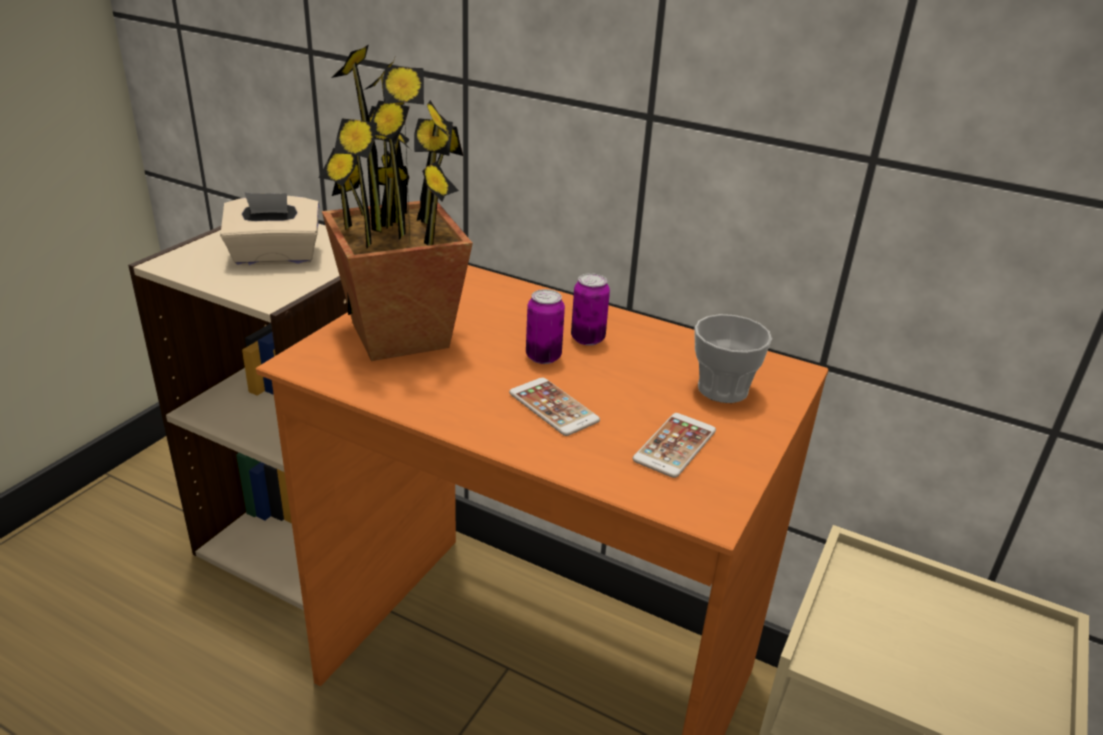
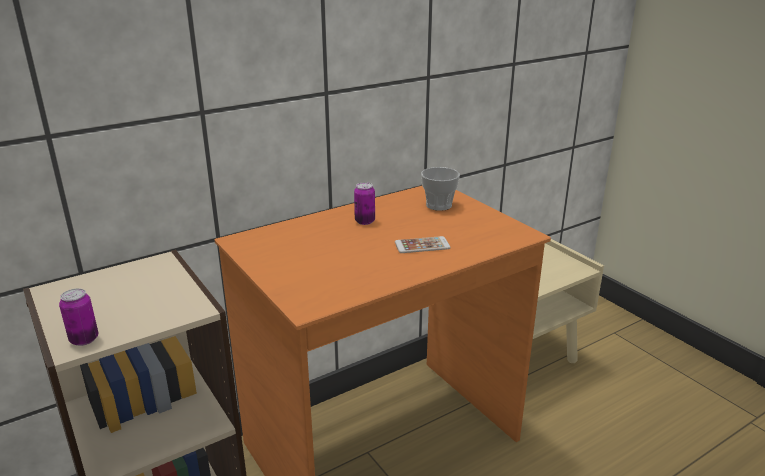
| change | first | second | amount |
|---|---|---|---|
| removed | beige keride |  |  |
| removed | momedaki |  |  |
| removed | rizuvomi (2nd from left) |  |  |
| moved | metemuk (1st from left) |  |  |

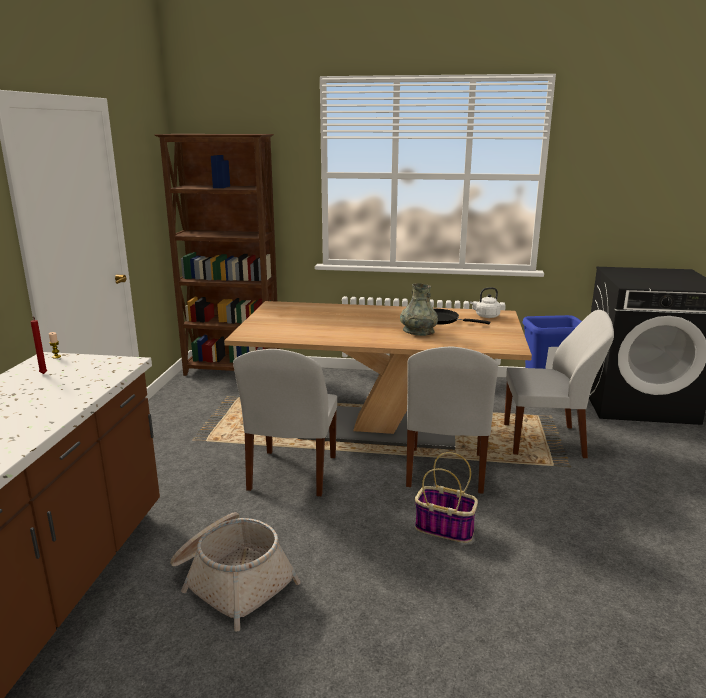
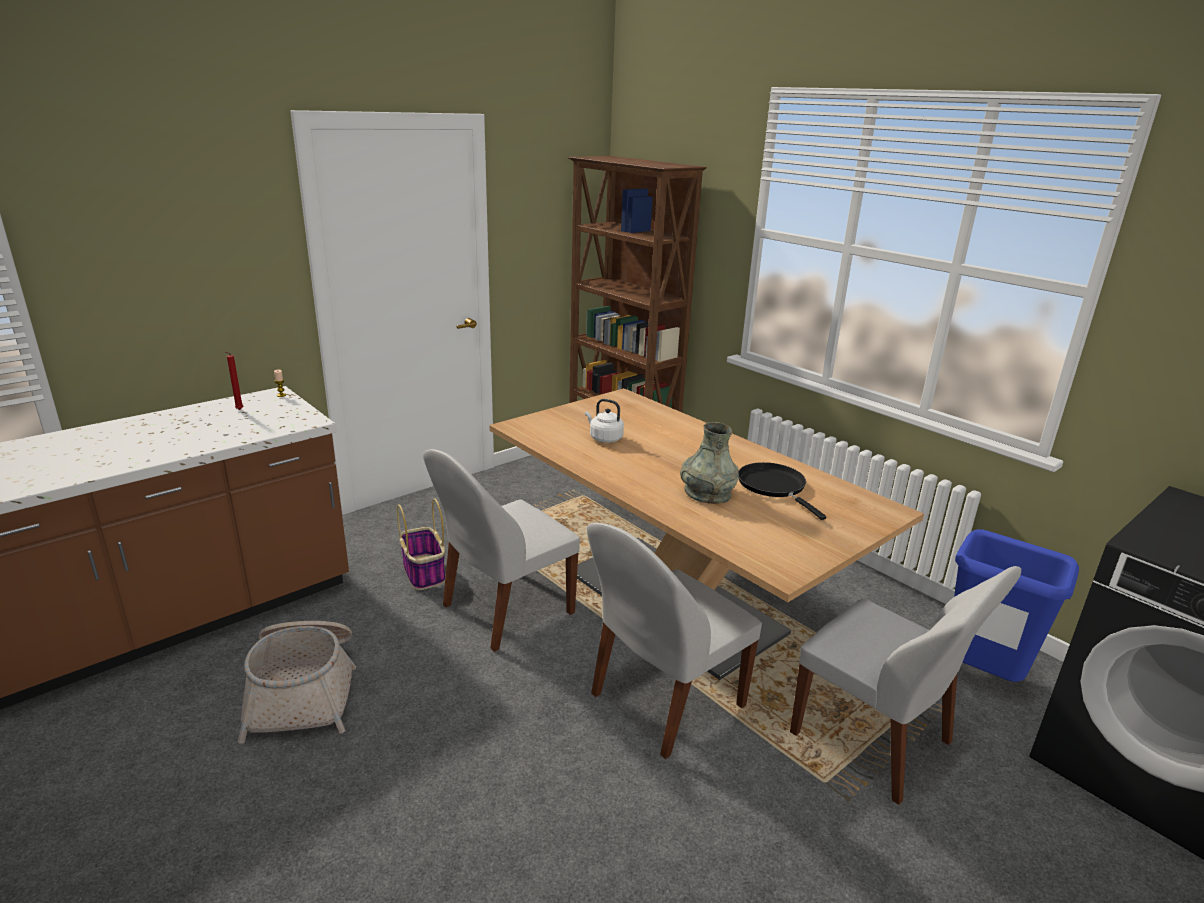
| change | first | second | amount |
|---|---|---|---|
| moved | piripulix (2nd from left) |  |  |
| moved | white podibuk |  |  |

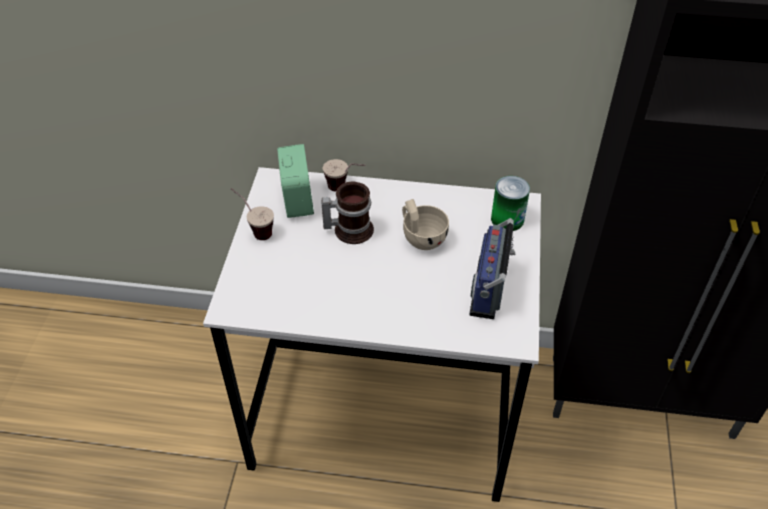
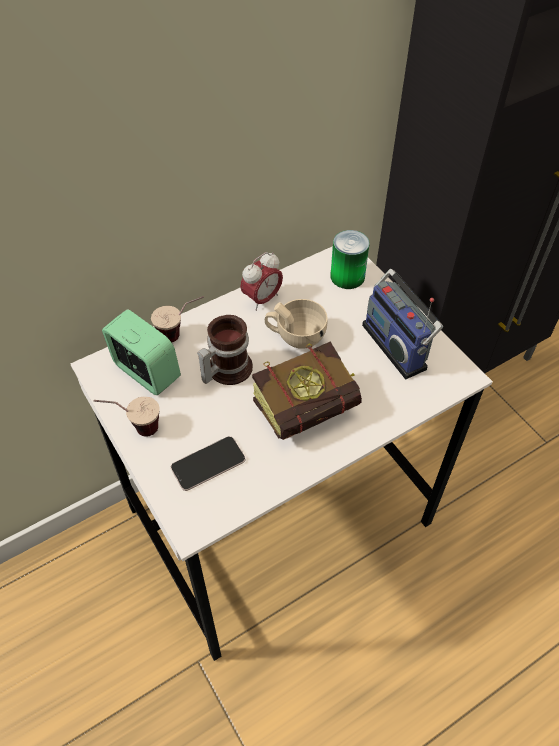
| change | first | second | amount |
|---|---|---|---|
| added |  | rizuvomi |  |
| added |  | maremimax (2nd from left) |  |
| added |  | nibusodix |  |

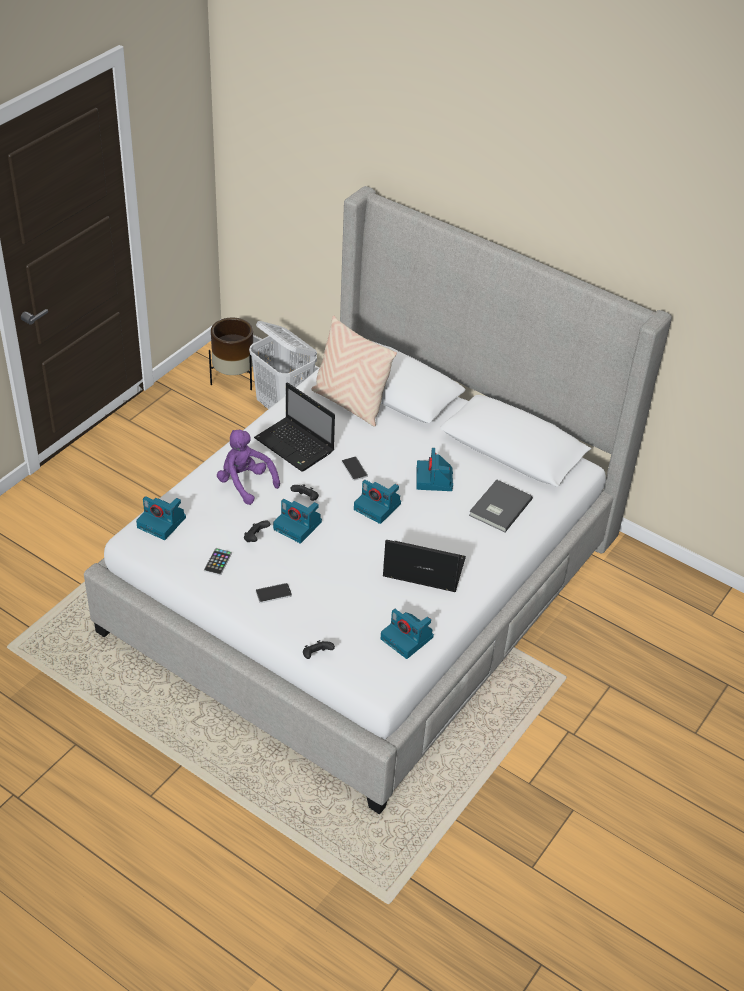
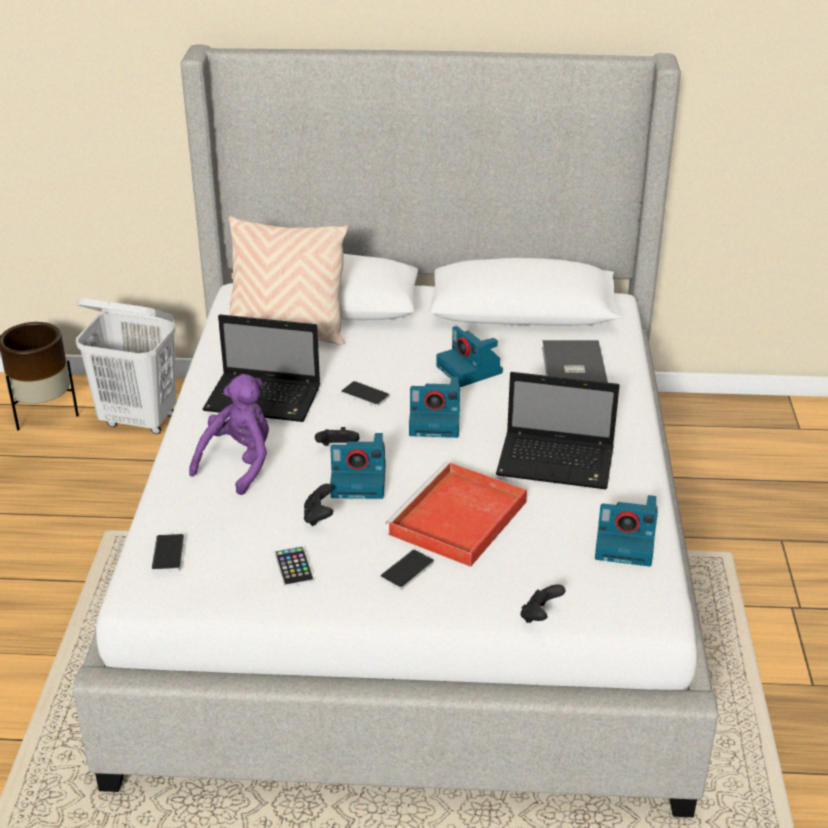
| change | first | second | amount |
|---|---|---|---|
| added |  | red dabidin |  |
| replaced | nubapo (1st from left) | rizuvomi (1st from left) |  |
| turned | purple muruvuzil |  | 105 degrees clockwise |
| turned | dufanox (2nd from left) |  | 150 degrees counterclockwise |

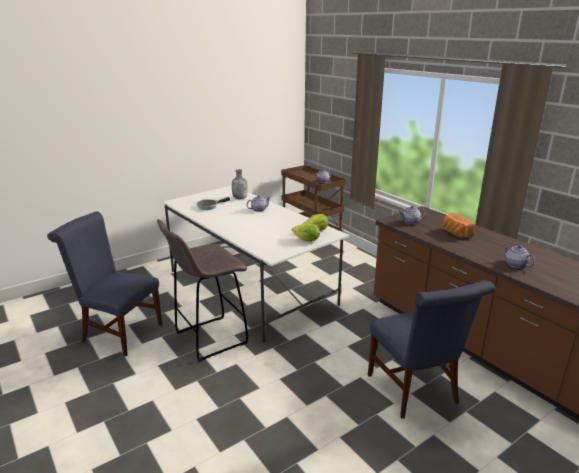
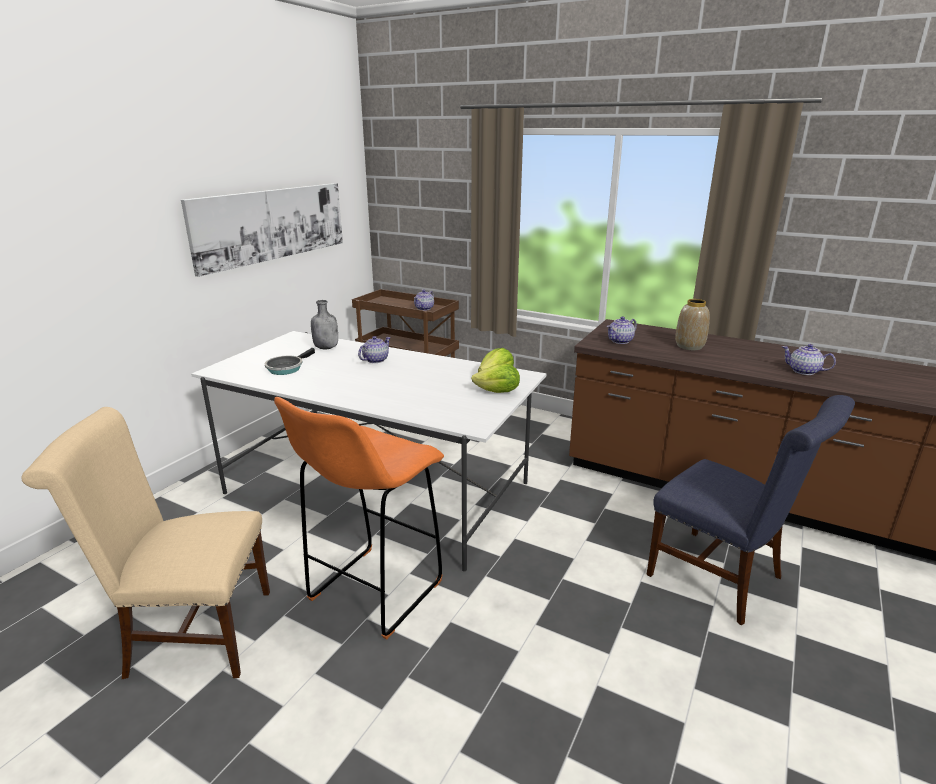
| change | first | second | amount |
|---|---|---|---|
| added |  | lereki |  |
| replaced | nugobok | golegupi |  |
| recoloured | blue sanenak (1st from left) | beige sanenak |  |
| recoloured | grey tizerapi | orange tizerapi |  |

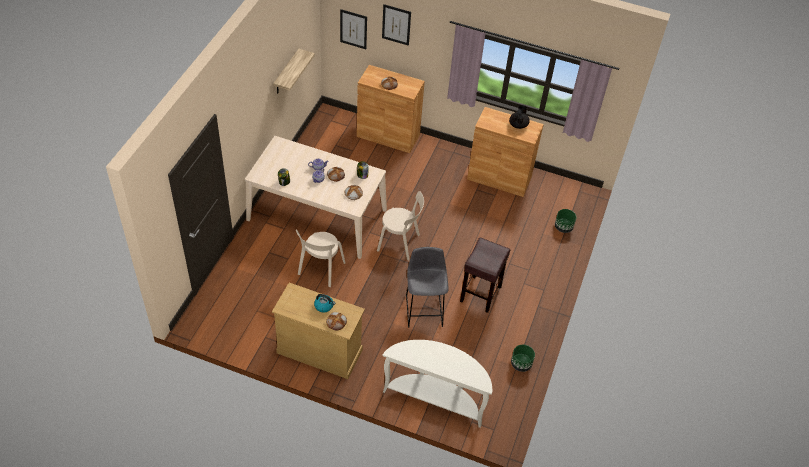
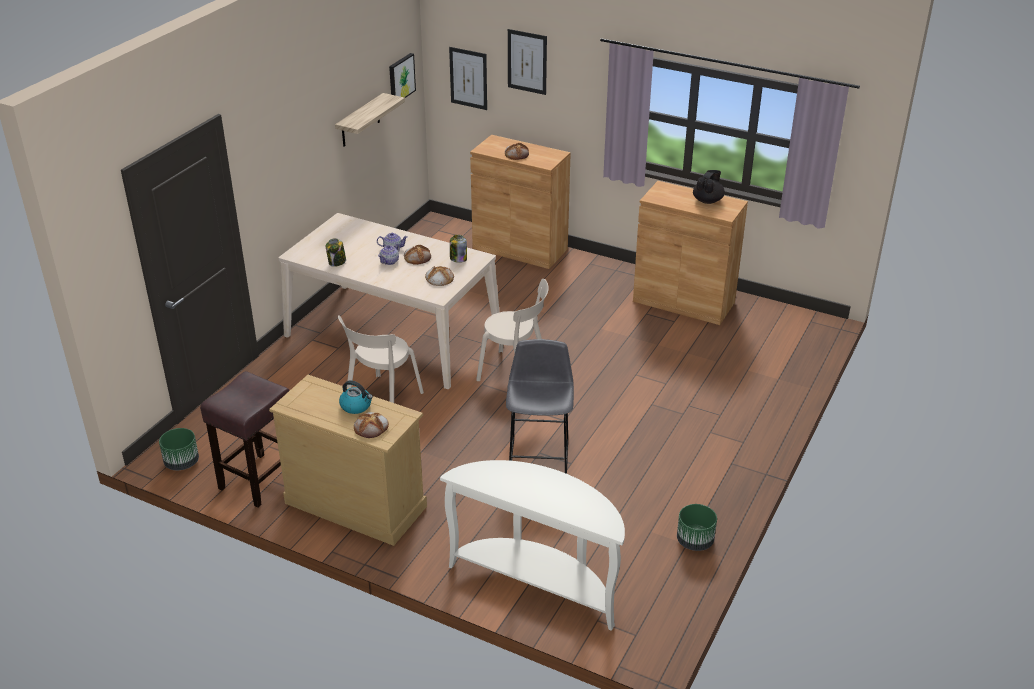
| change | first | second | amount |
|---|---|---|---|
| added |  | lereki (1st from left) |  |
| moved | brown tizerapi |  |  |
| moved | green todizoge (2nd from left in the first image) | green todizoge (1st from left) |  |

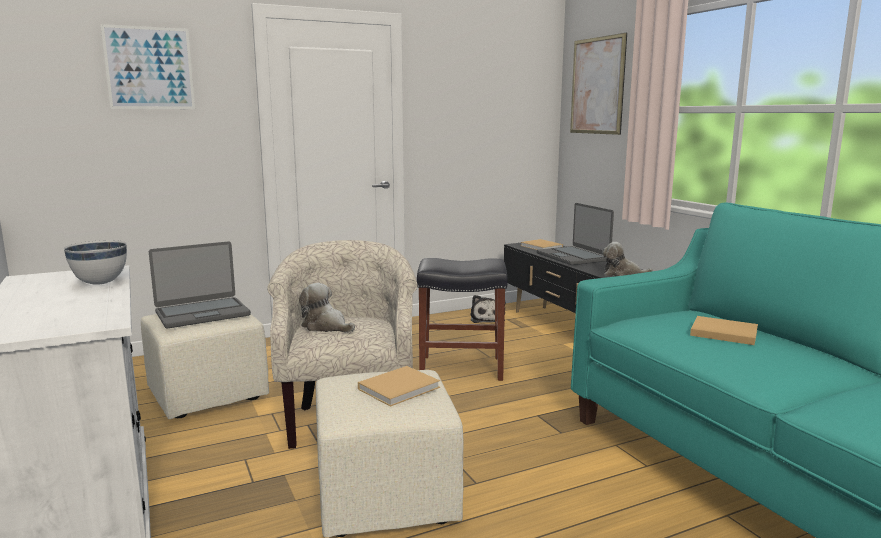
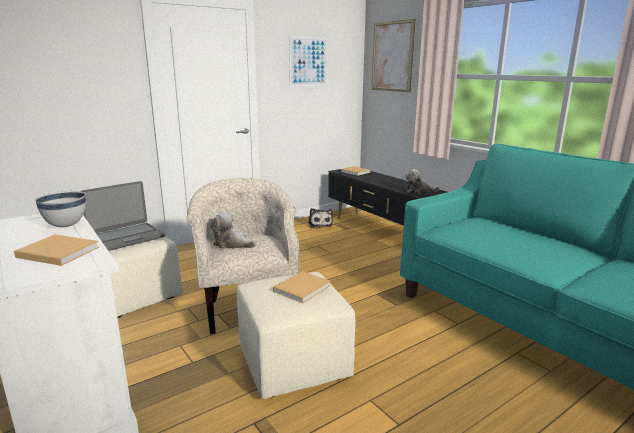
| change | first | second | amount |
|---|---|---|---|
| removed | black tizerapi |  |  |
| removed | dufanox (2nd from left) |  |  |
| moved | lereki (1st from left) |  |  |
| moved | beige nibusodix (3rd from left in the first image) | beige nibusodix (1st from left) |  |

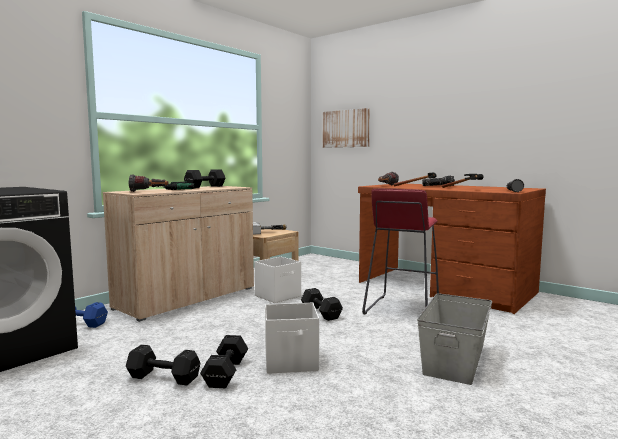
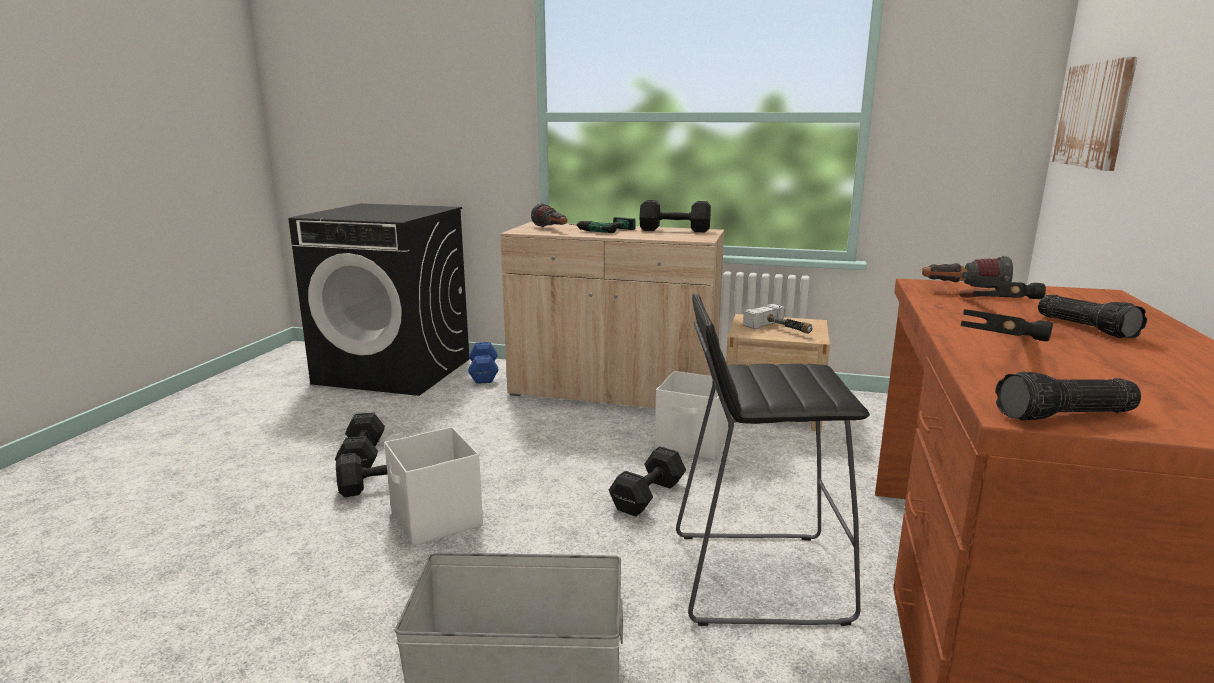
| change | first | second | amount |
|---|---|---|---|
| recoloured | red tizerapi | black tizerapi |  |

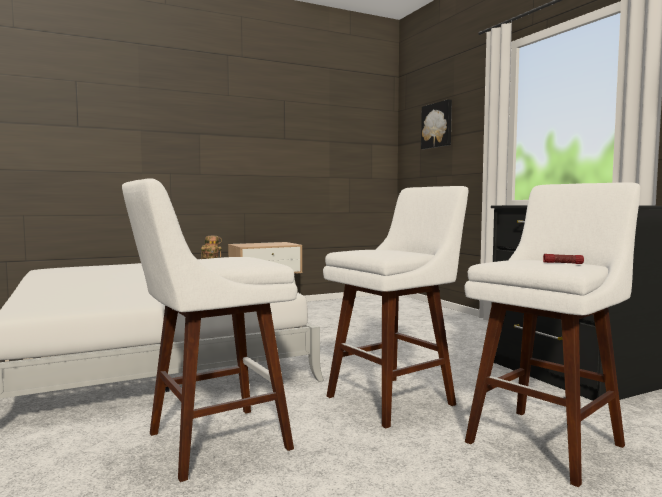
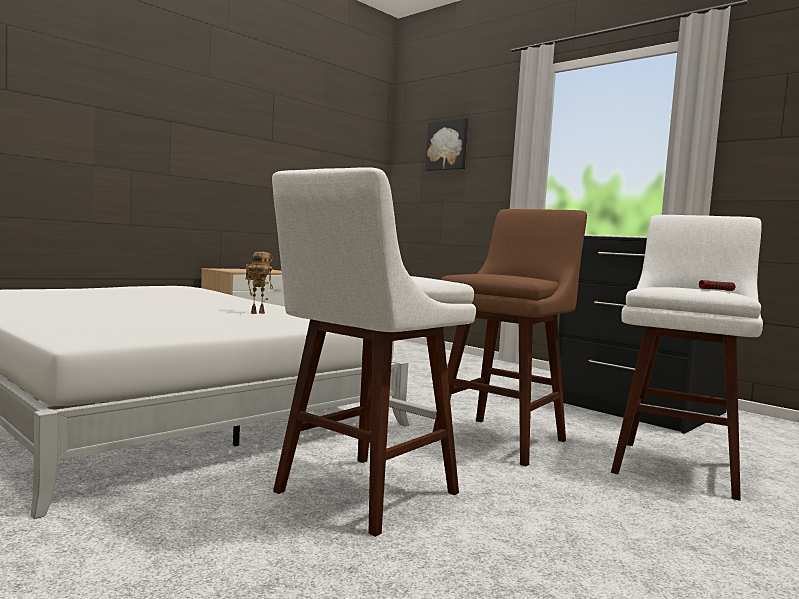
| change | first | second | amount |
|---|---|---|---|
| recoloured | white tizerapi (2nd from left) | brown tizerapi |  |

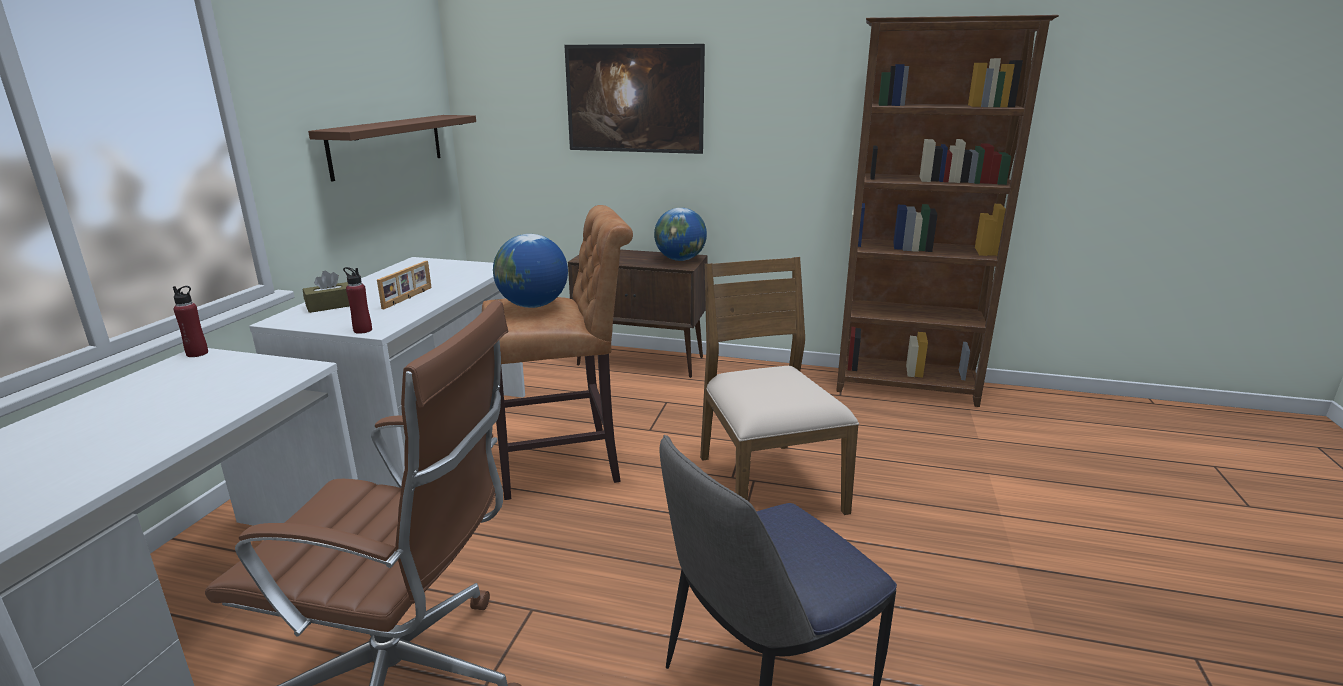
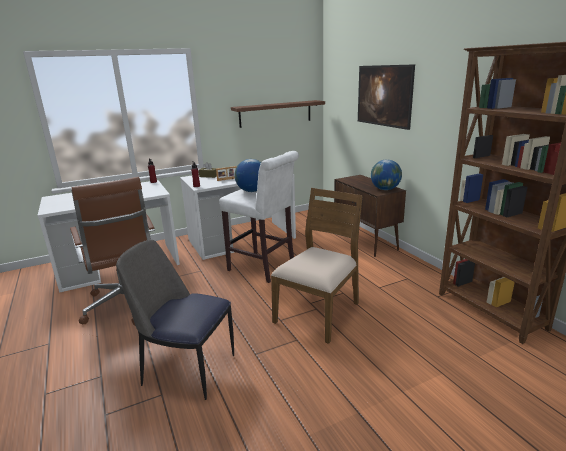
| change | first | second | amount |
|---|---|---|---|
| recoloured | brown tizerapi | white tizerapi |  |

